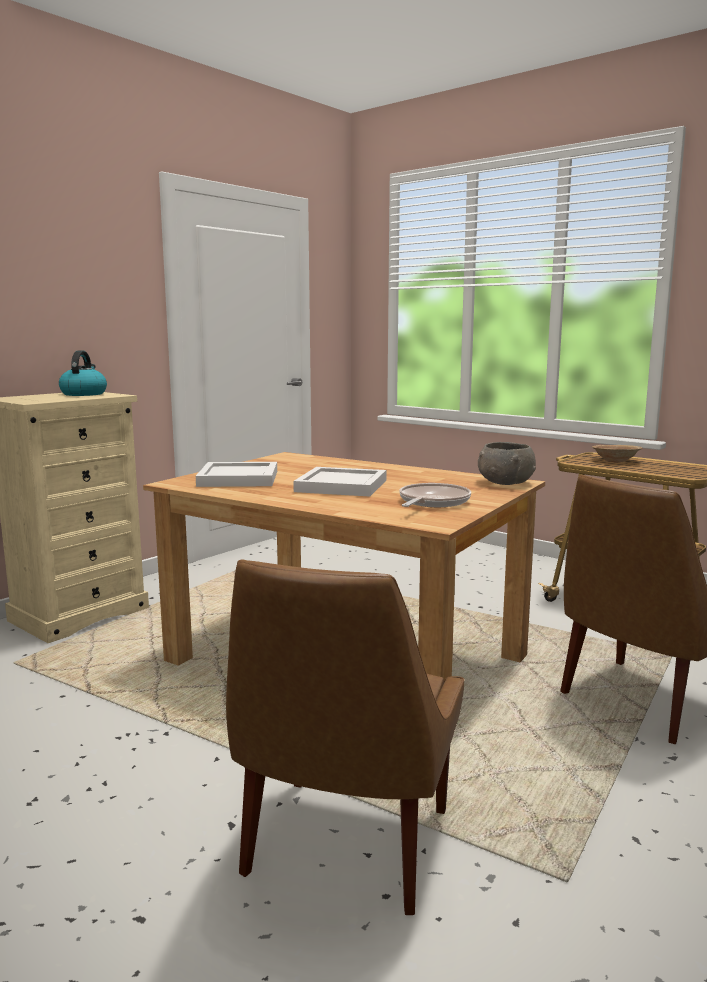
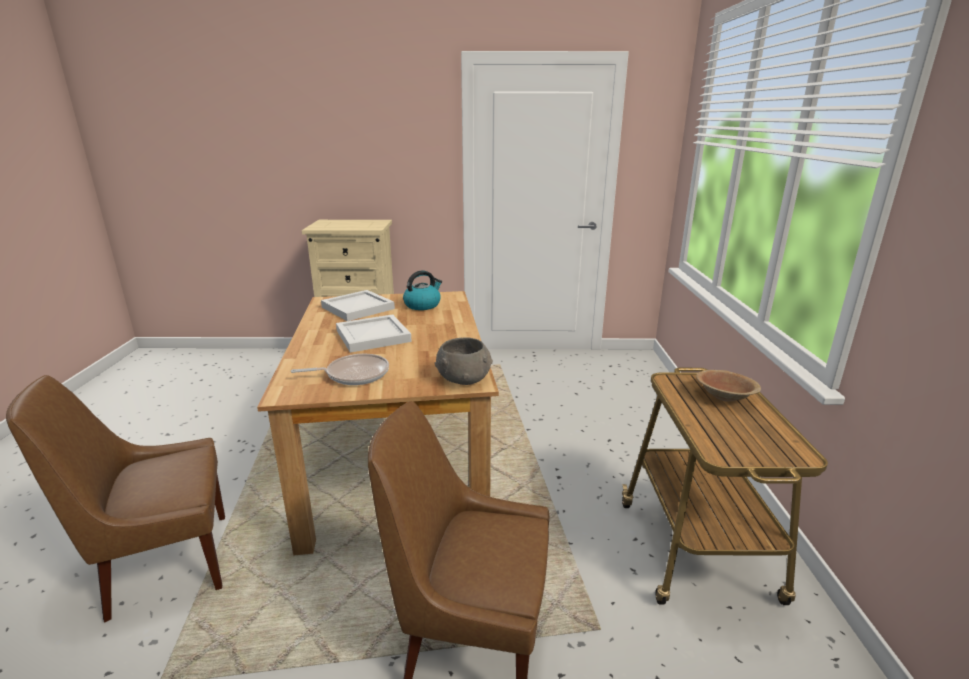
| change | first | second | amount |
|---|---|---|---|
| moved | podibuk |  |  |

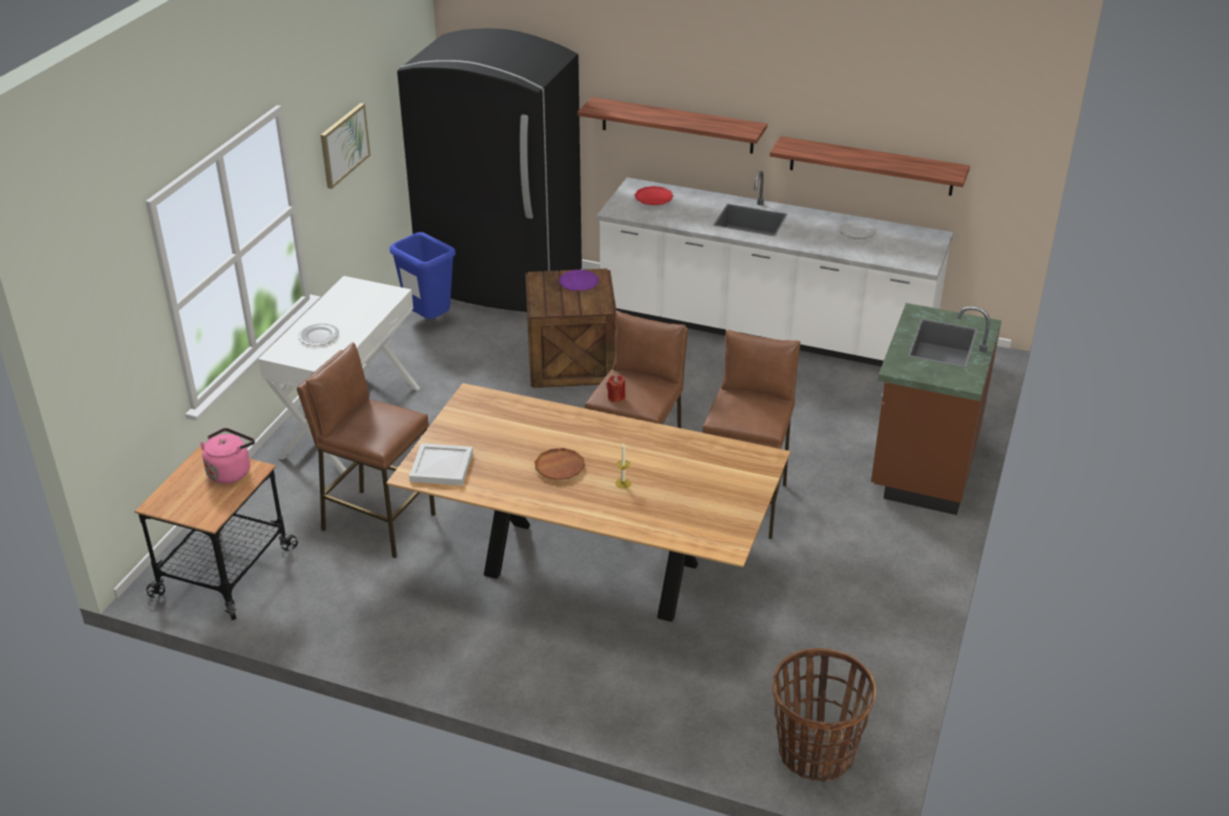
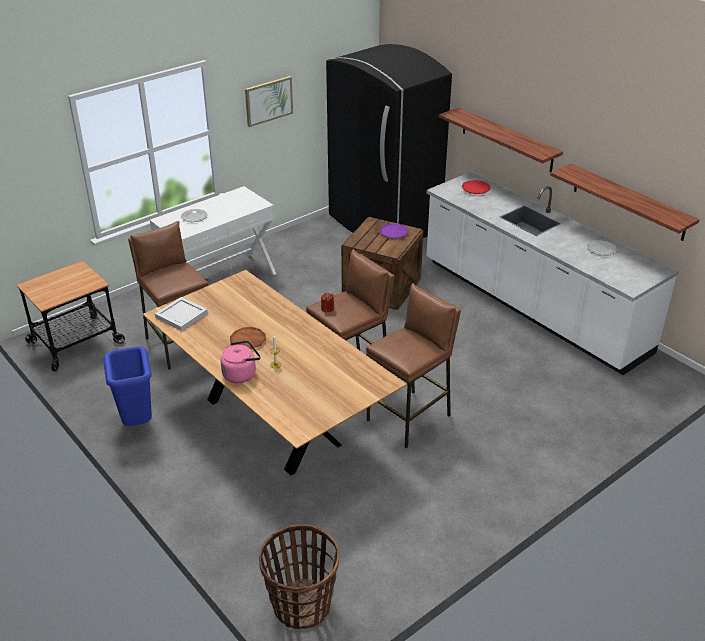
| change | first | second | amount |
|---|---|---|---|
| removed | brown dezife |  |  |
| moved | pink podibuk |  |  |
| moved | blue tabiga |  |  |

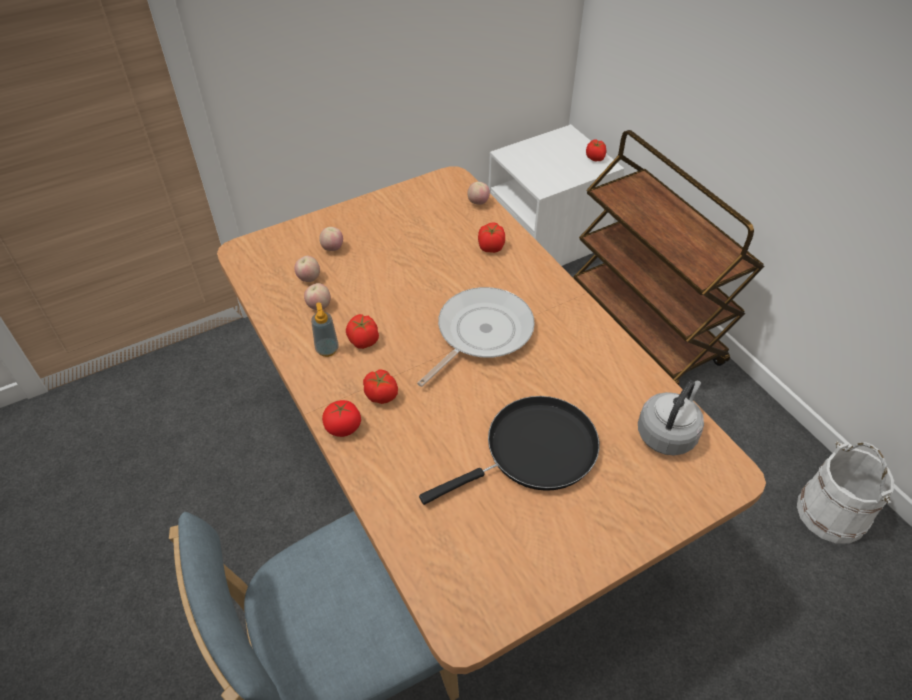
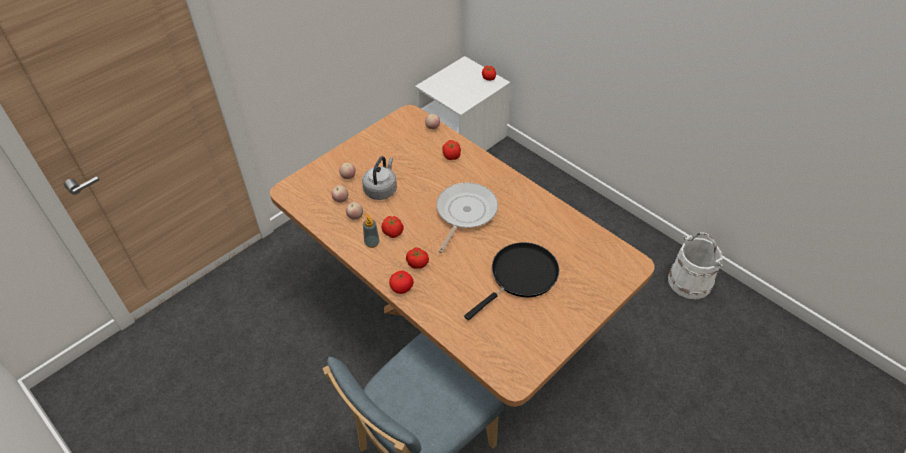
| change | first | second | amount |
|---|---|---|---|
| removed | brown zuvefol |  |  |
| moved | grey podibuk |  |  |

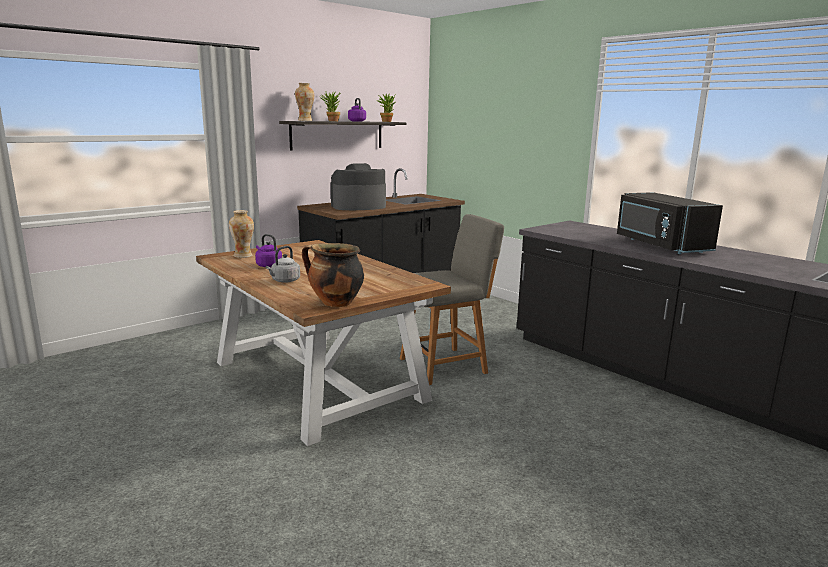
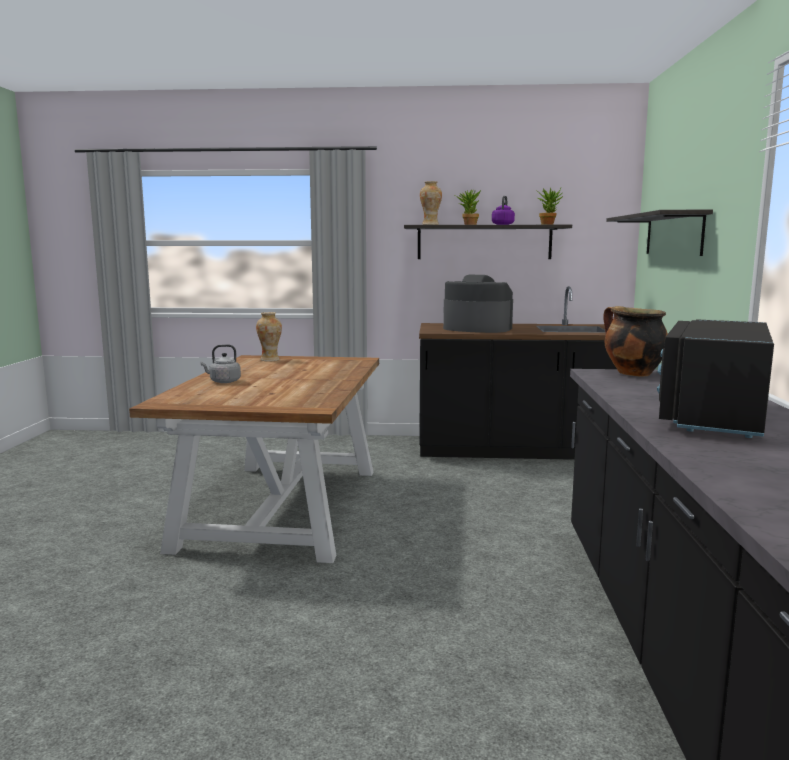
| change | first | second | amount |
|---|---|---|---|
| removed | purple podibuk (1st from left) |  |  |
| removed | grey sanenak |  |  |
| added |  | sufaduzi (2nd from left) |  |
| moved | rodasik |  |  |

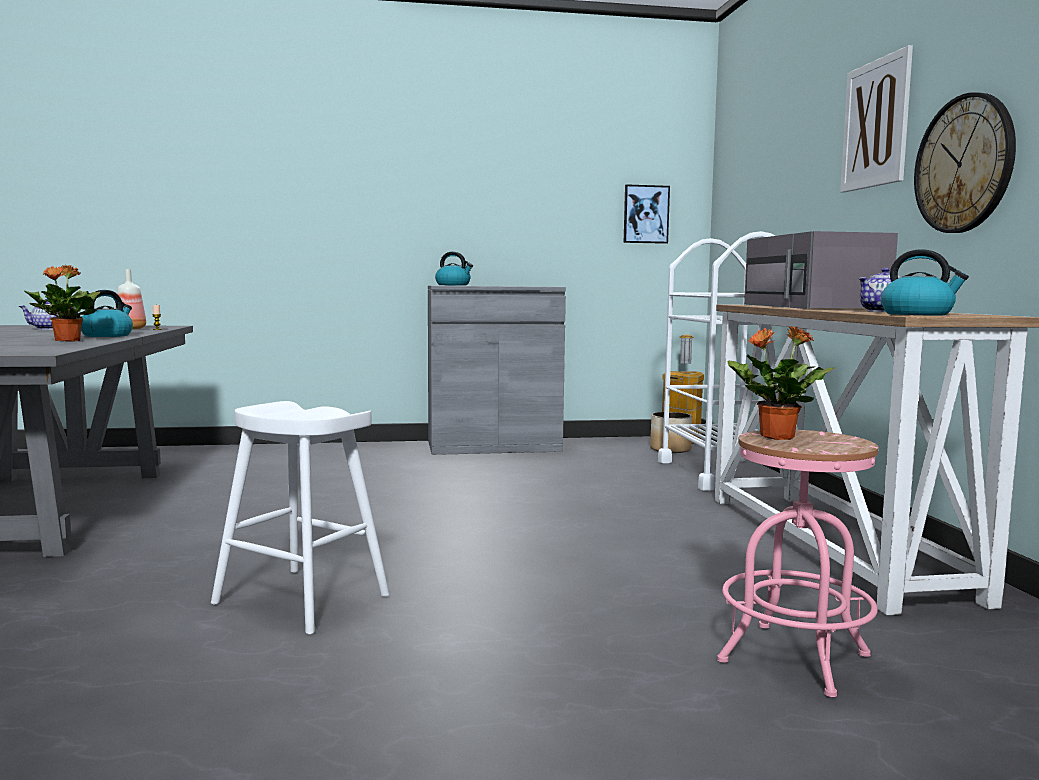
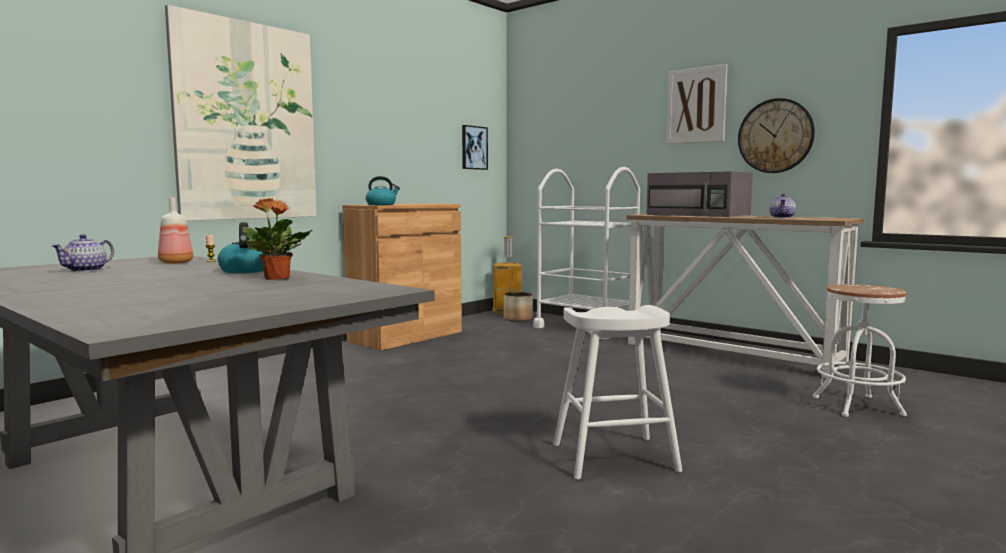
| change | first | second | amount |
|---|---|---|---|
| removed | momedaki (2nd from left) |  |  |
| removed | podibuk (3rd from left) |  |  |
| added |  | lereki (1st from left) |  |
| recoloured | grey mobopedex | brown mobopedex |  |
| recoloured | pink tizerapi | white tizerapi (2nd from left) |  |

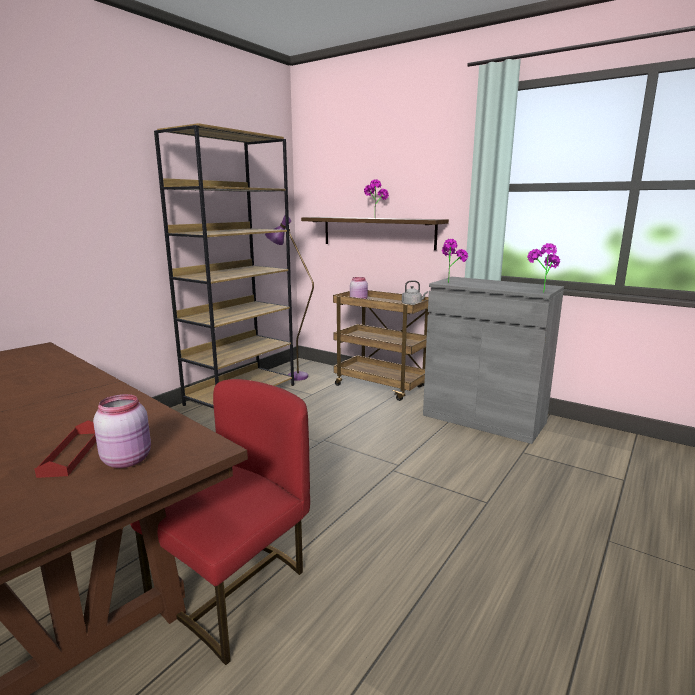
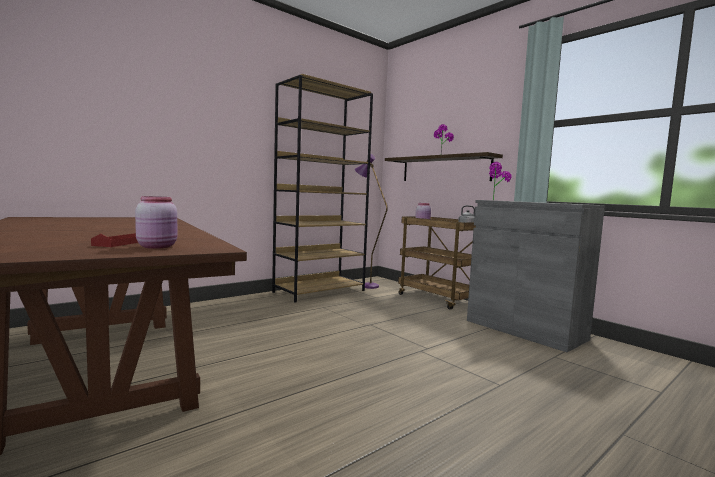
| change | first | second | amount |
|---|---|---|---|
| removed | red sanenak |  |  |
| removed | momedaki (3rd from left) |  |  |

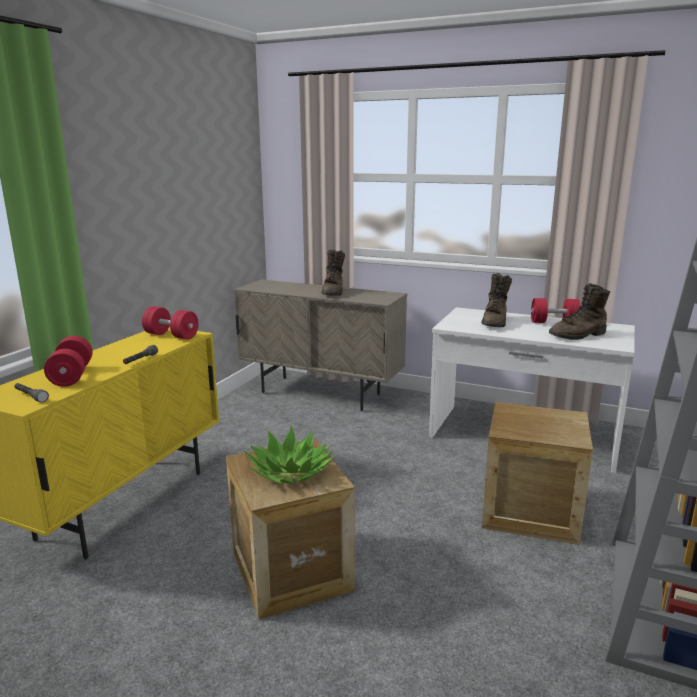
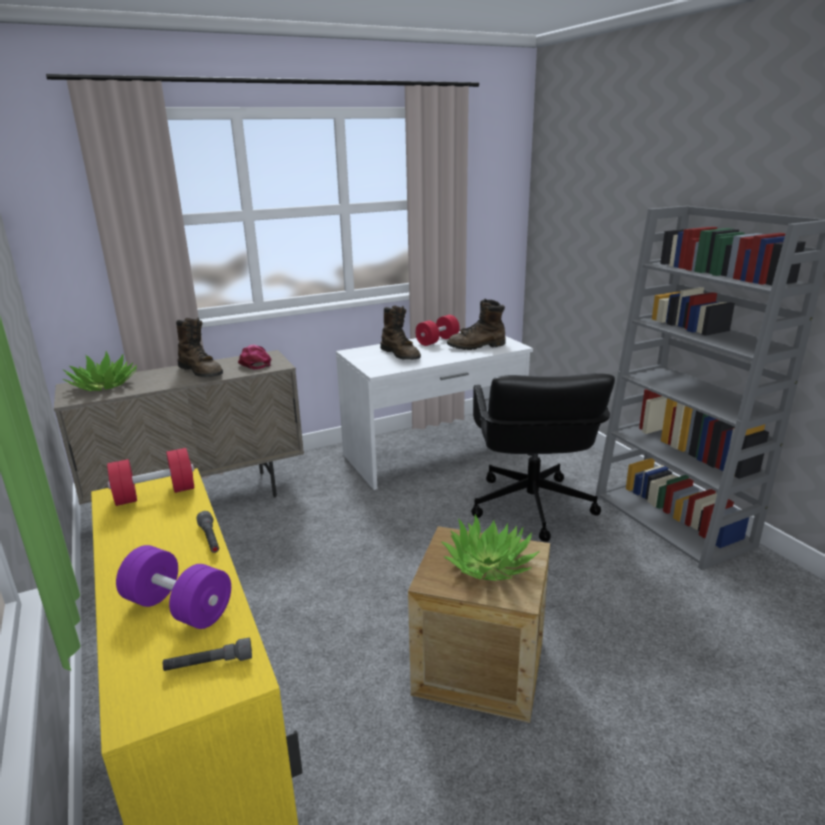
| change | first | second | amount |
|---|---|---|---|
| added |  | momedaki (1st from left) |  |
| added |  | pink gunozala |  |
| replaced | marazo (2nd from left) | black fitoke |  |
| recoloured | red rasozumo (1st from left) | purple rasozumo |  |
| turned | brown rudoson (3rd from left) |  | 60 degrees clockwise |

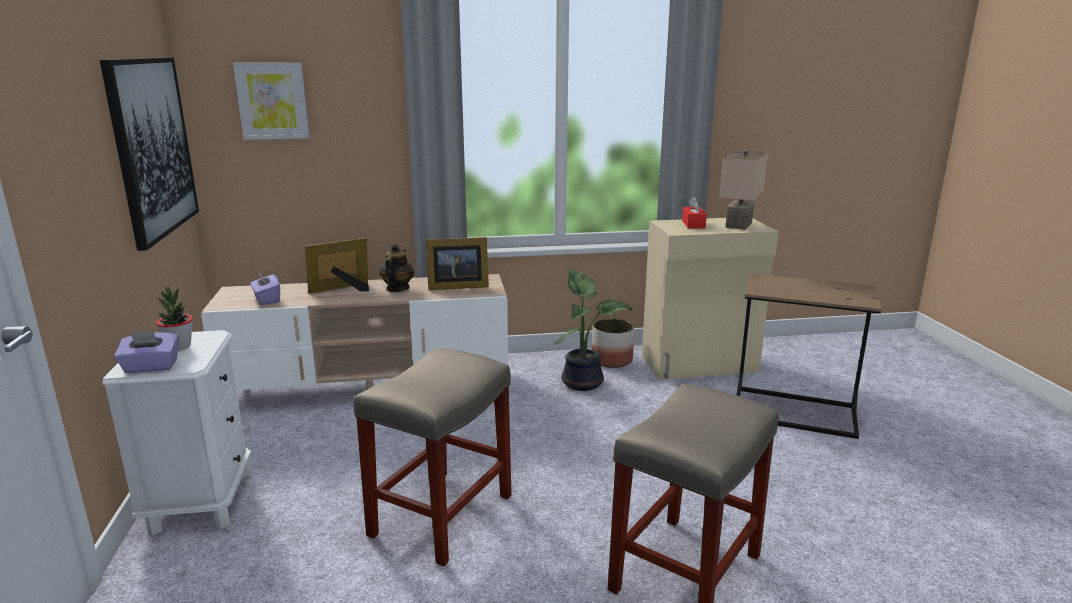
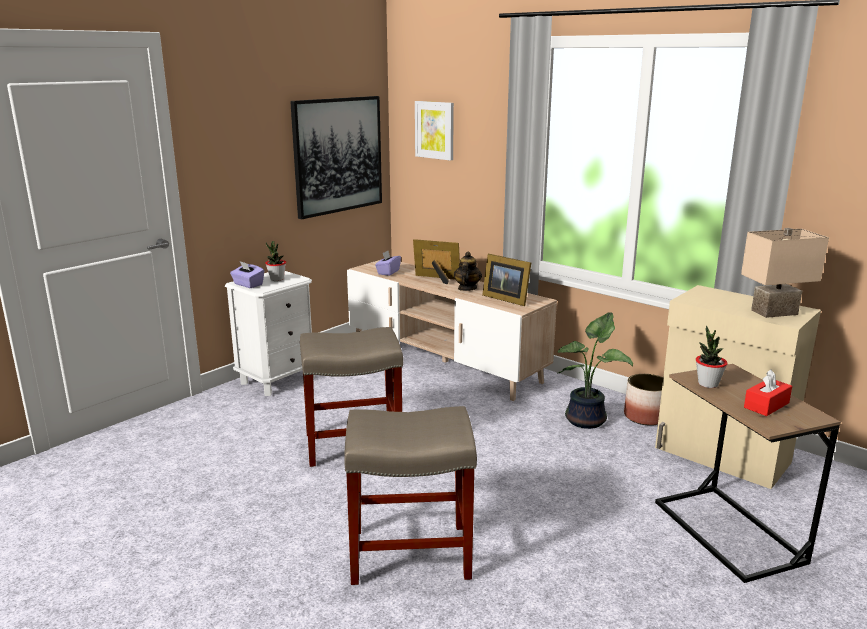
| change | first | second | amount |
|---|---|---|---|
| added |  | momedaki (3rd from left) |  |
| moved | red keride |  |  |
| turned | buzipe |  | 45 degrees counterclockwise |

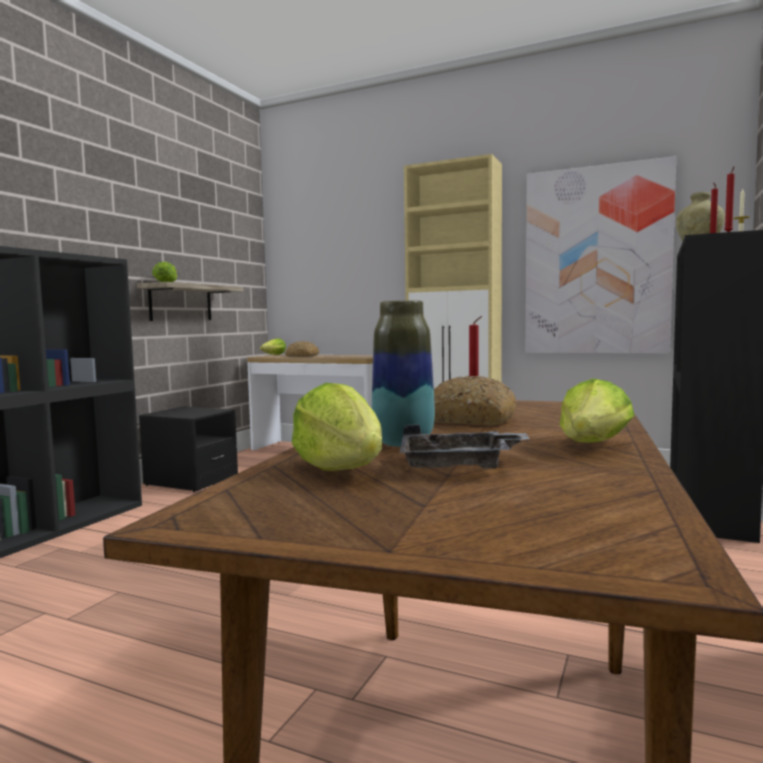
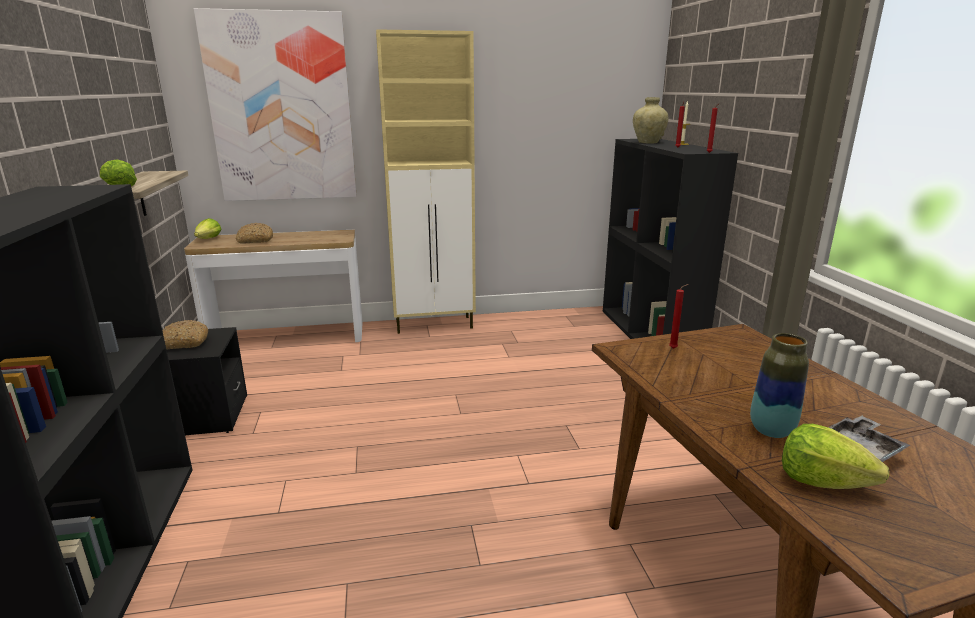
| change | first | second | amount |
|---|---|---|---|
| removed | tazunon (4th from left) |  |  |
| moved | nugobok (2nd from left in the first image) | nugobok (1st from left) |  |
| moved | lereki |  |  |

